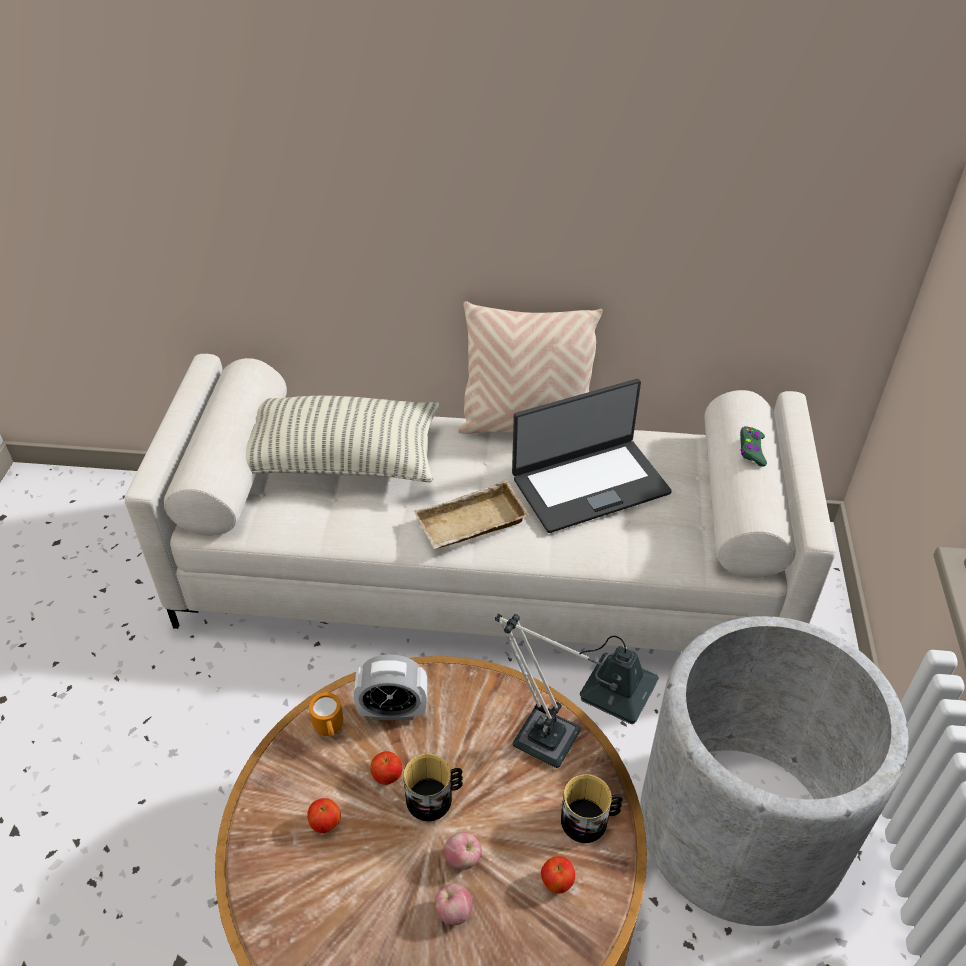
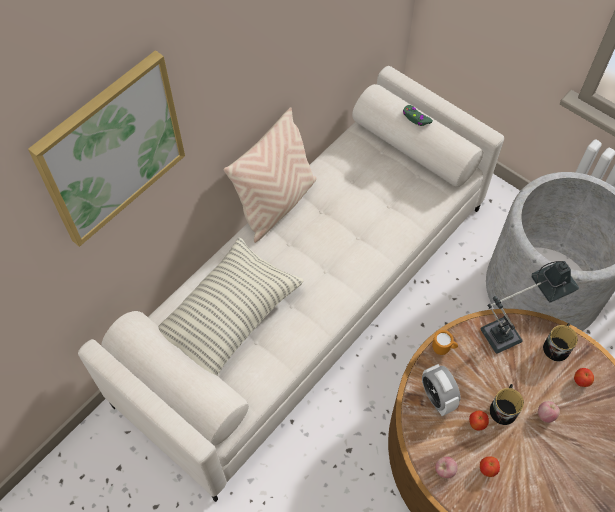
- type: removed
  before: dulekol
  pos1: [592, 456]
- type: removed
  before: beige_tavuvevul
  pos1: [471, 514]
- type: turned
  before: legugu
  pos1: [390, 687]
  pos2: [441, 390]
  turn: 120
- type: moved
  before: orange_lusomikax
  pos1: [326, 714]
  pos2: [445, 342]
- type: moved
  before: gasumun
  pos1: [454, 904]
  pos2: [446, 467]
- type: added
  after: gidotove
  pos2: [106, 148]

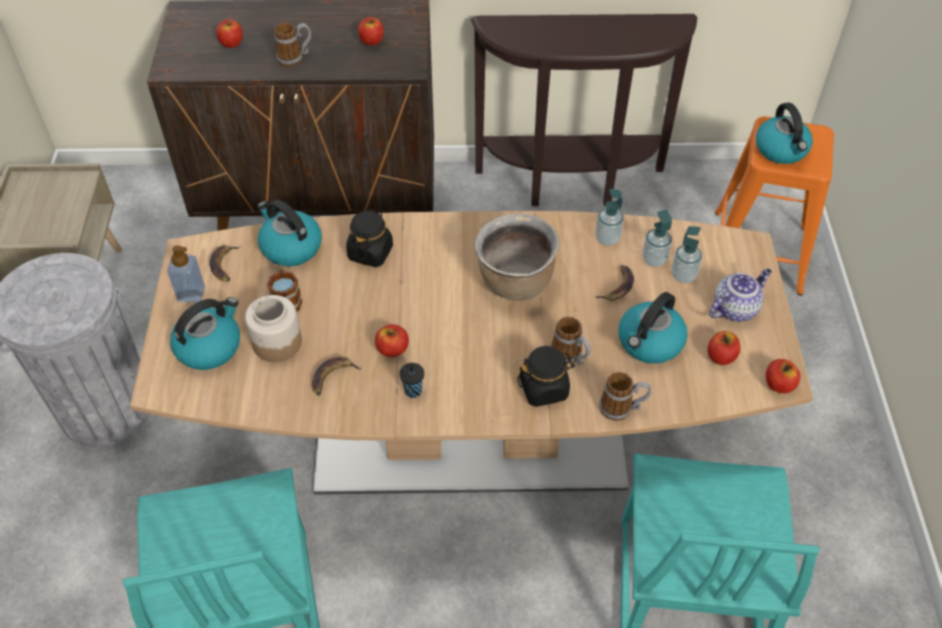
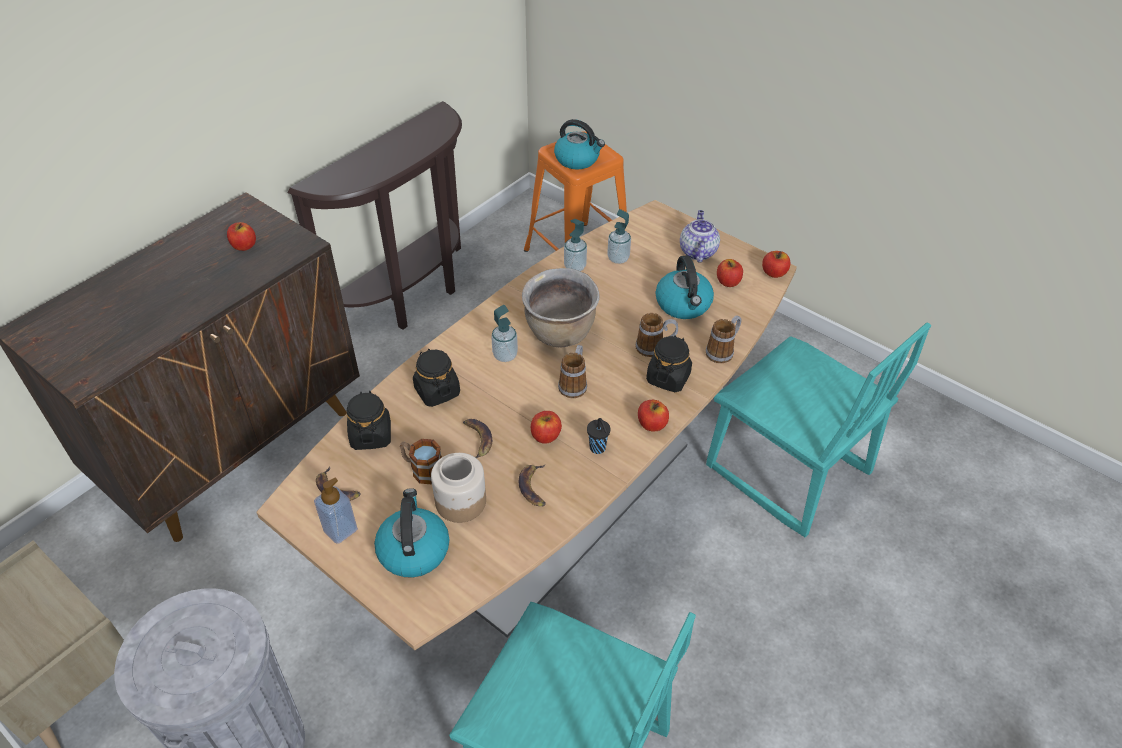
- type: moved
  before: gasumun
  pos1: [229, 33]
  pos2: [653, 415]
- type: moved
  before: lusomikax
  pos1: [292, 44]
  pos2: [572, 371]
- type: replaced
  before: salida
  after: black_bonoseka
  pos1: [289, 233]
  pos2: [368, 420]
- type: moved
  before: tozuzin
  pos1: [686, 254]
  pos2: [504, 333]
- type: moved
  before: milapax
  pos1: [614, 283]
  pos2: [477, 438]

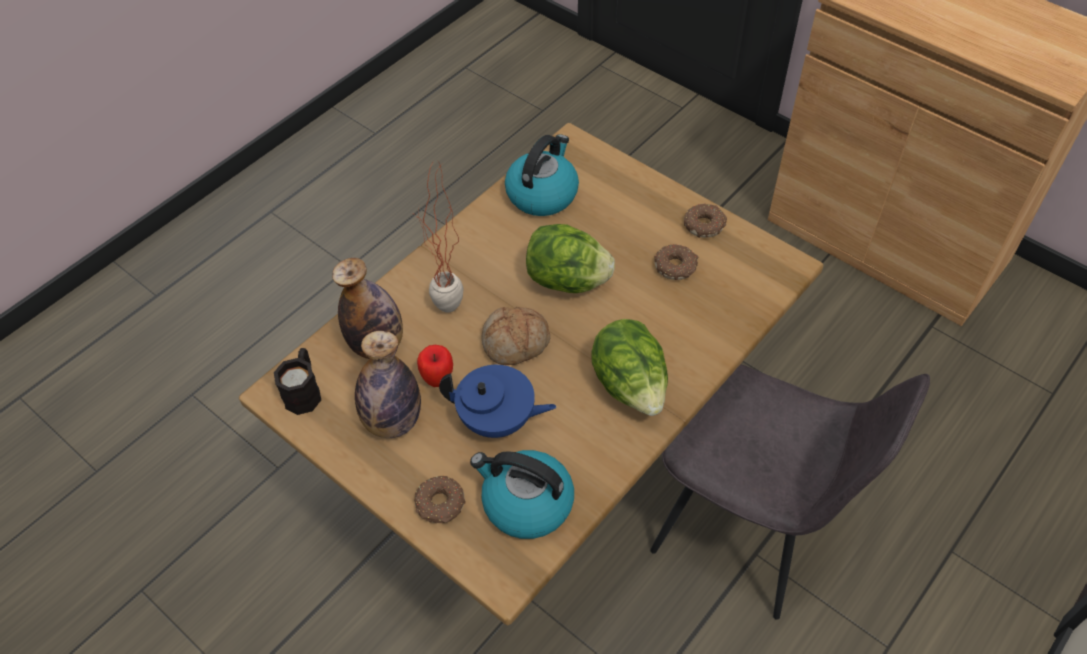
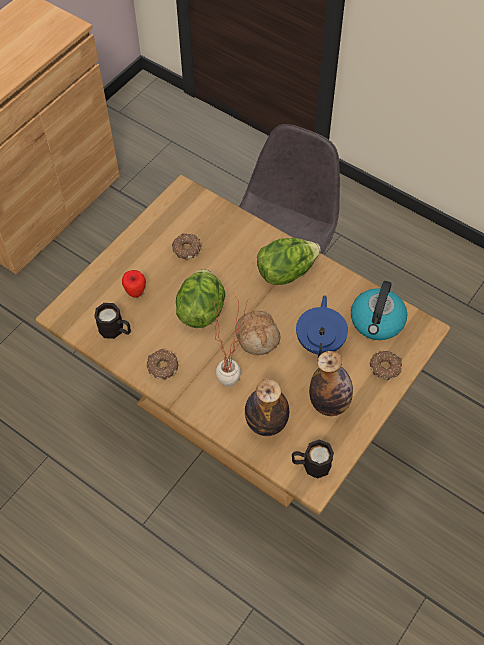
- type: replaced
  before: salida
  after: black_lusomikax
  pos1: [542, 175]
  pos2: [112, 321]
- type: moved
  before: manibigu
  pos1: [705, 220]
  pos2: [162, 364]
- type: moved
  before: gasumun
  pos1: [435, 366]
  pos2: [134, 284]

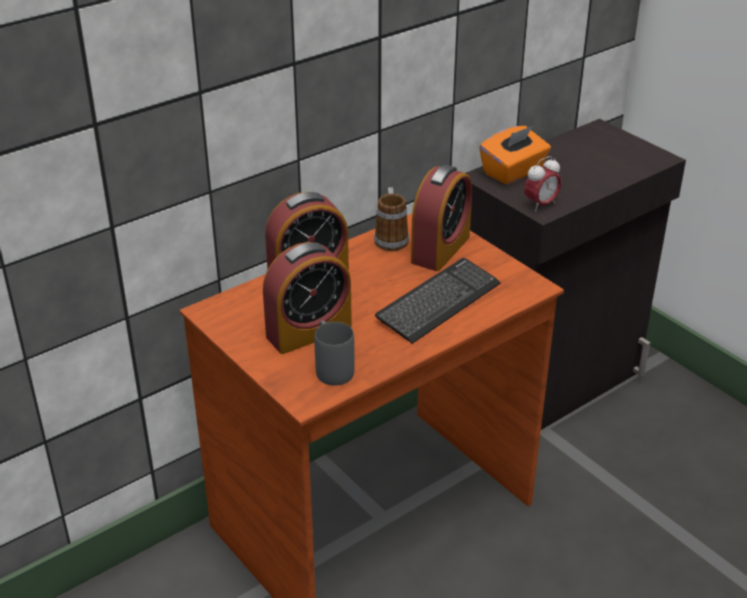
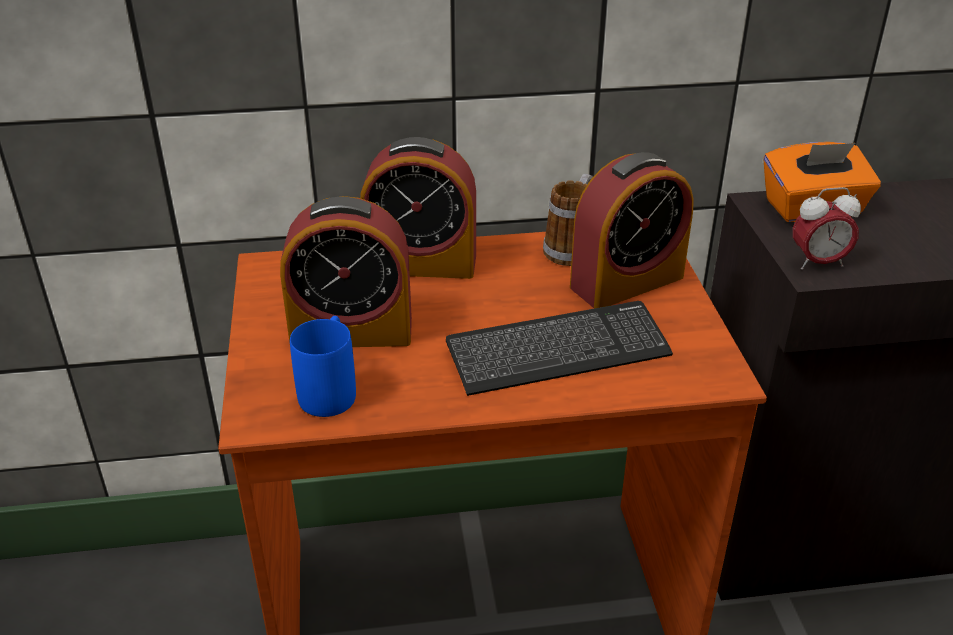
- type: recoloured
  before: grey_lusomikax
  after: blue_lusomikax
  pos1: [335, 353]
  pos2: [323, 366]

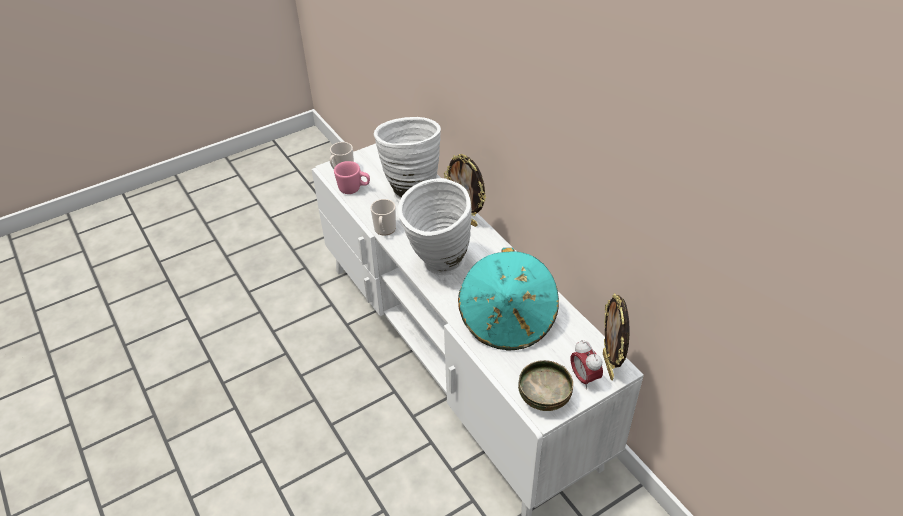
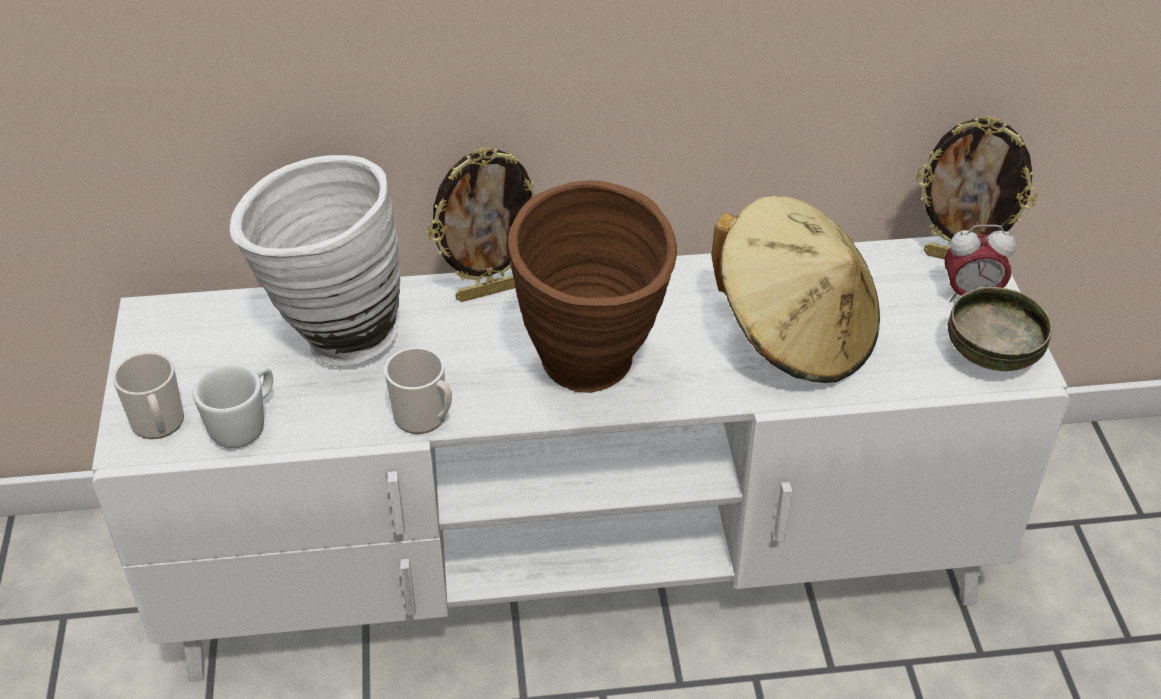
- type: recoloured
  before: pink_lusomikax
  after: white_lusomikax
  pos1: [352, 177]
  pos2: [233, 406]
- type: recoloured
  before: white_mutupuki
  after: brown_mutupuki
  pos1: [435, 226]
  pos2: [592, 286]
- type: recoloured
  before: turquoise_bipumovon
  after: beige_bipumovon
  pos1: [508, 299]
  pos2: [795, 289]

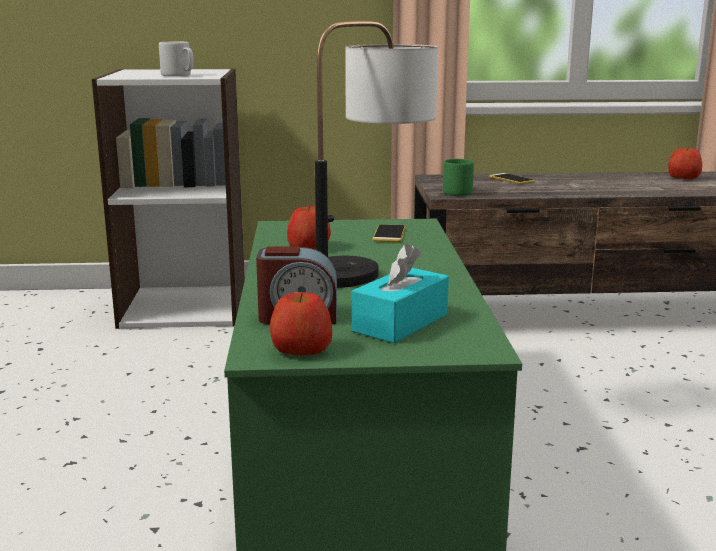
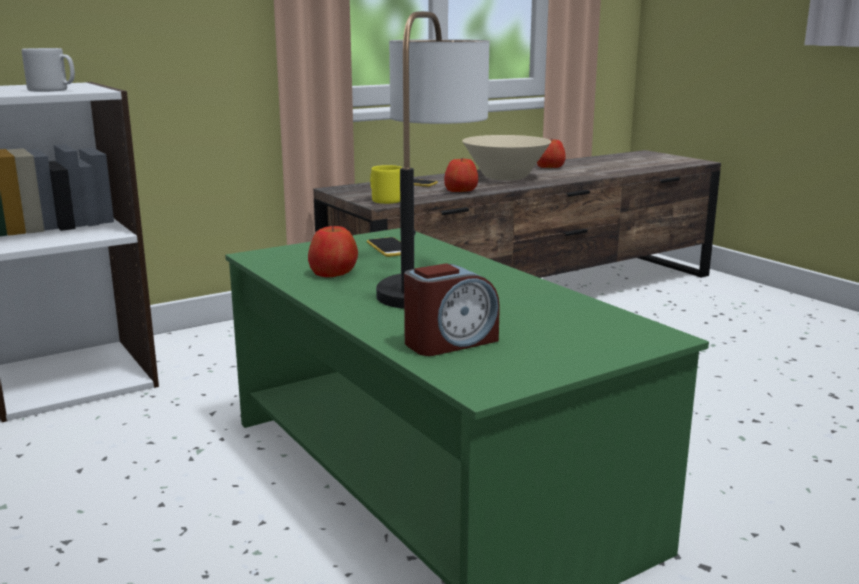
- type: recoloured
  before: green_lusomikax
  after: yellow_lusomikax
  pos1: [458, 177]
  pos2: [386, 184]
- type: removed
  before: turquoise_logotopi
  pos1: [400, 293]
- type: moved
  before: gasumun
  pos1: [301, 323]
  pos2: [461, 175]
- type: added
  after: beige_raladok
  pos2: [506, 157]

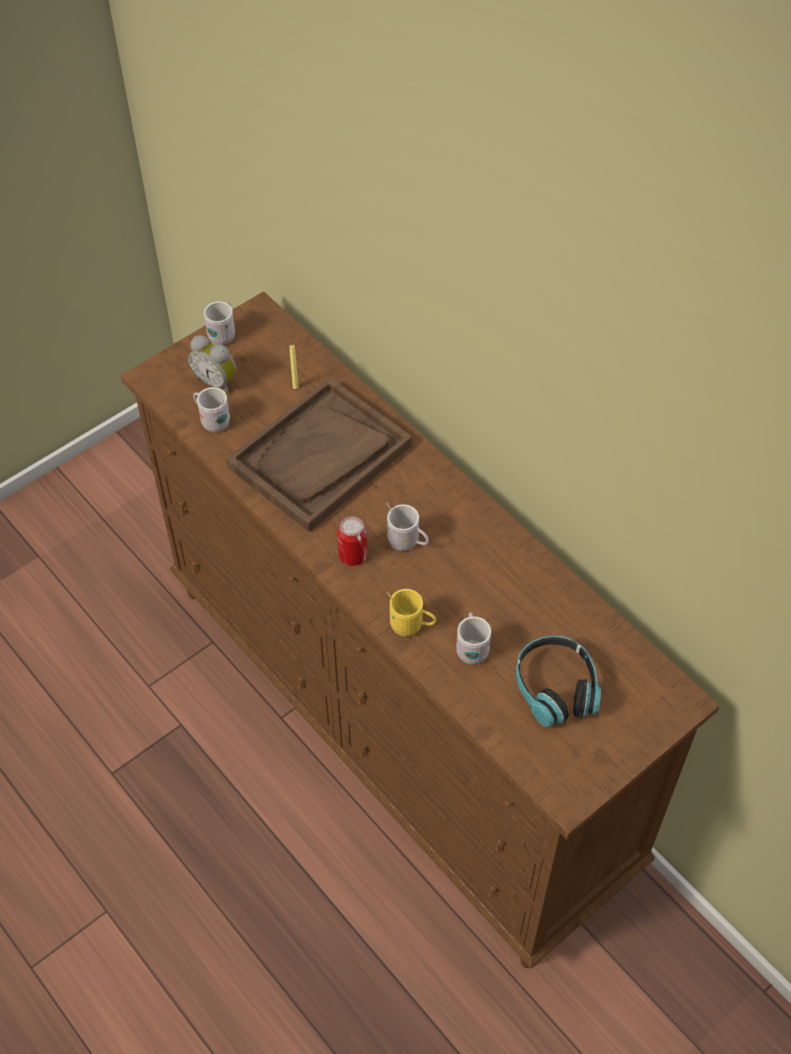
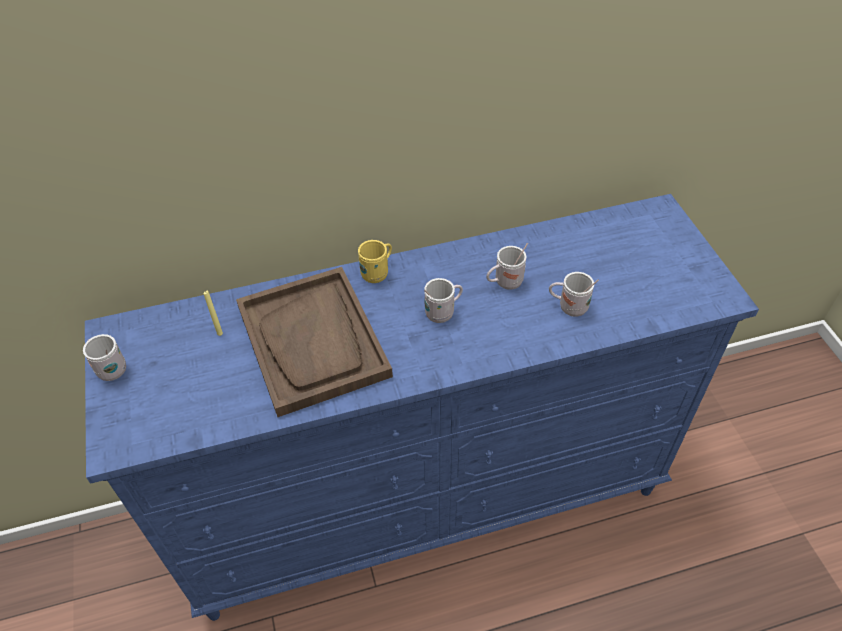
- type: recoloured
  before: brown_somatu
  after: blue_somatu
  pos1: [420, 630]
  pos2: [422, 407]
- type: removed
  before: legugu
  pos1: [212, 364]
- type: moved
  before: white_lusomikax
  pos1: [211, 409]
  pos2: [507, 266]
- type: removed
  before: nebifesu
  pos1: [352, 541]
- type: moved
  before: yellow_lusomikax
  pos1: [411, 612]
  pos2: [375, 261]
- type: removed
  before: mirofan
  pos1: [558, 681]

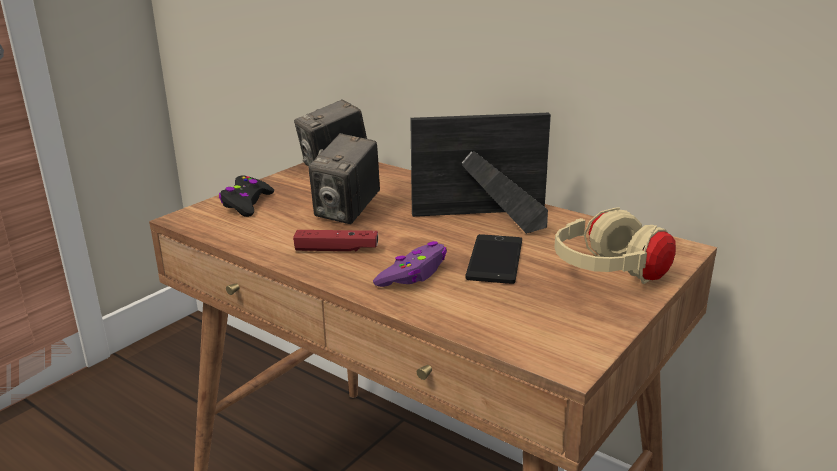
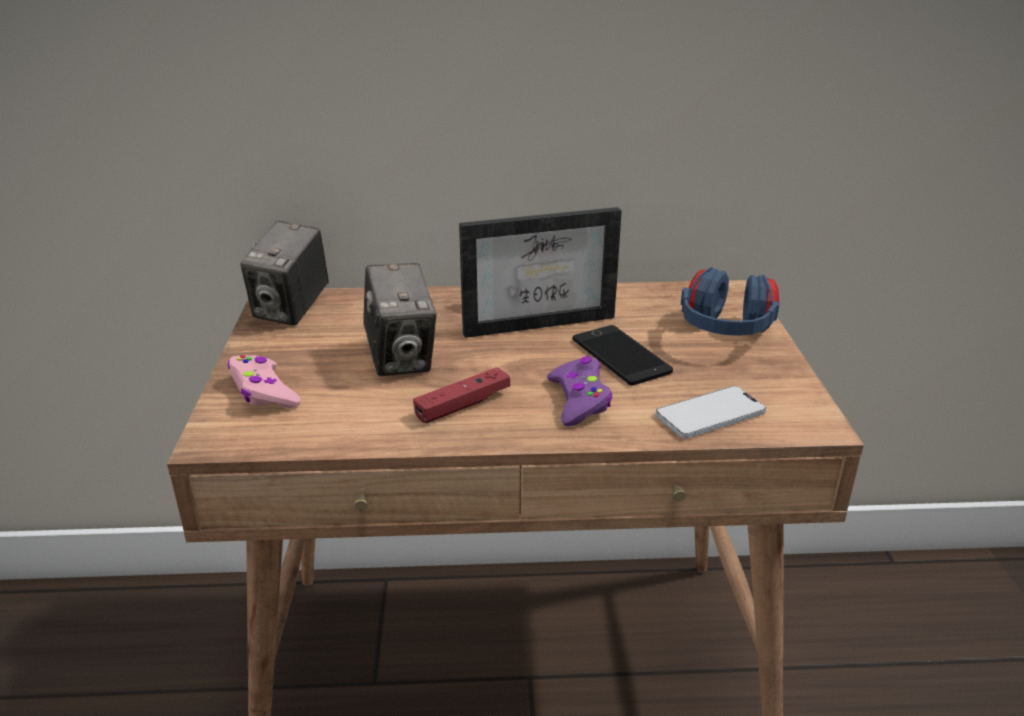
- type: turned
  before: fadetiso
  pos1: [480, 173]
  pos2: [540, 272]
  turn: -150
- type: recoloured
  before: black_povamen
  after: pink_povamen
  pos1: [246, 196]
  pos2: [264, 381]
- type: recoloured
  before: beige_mirofan
  after: blue_mirofan
  pos1: [615, 246]
  pos2: [730, 301]
- type: added
  after: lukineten
  pos2: [710, 412]

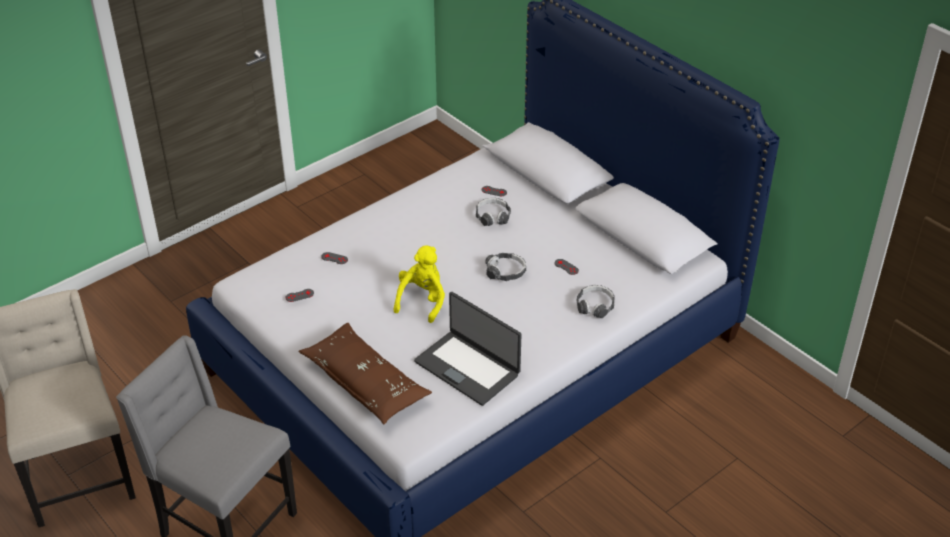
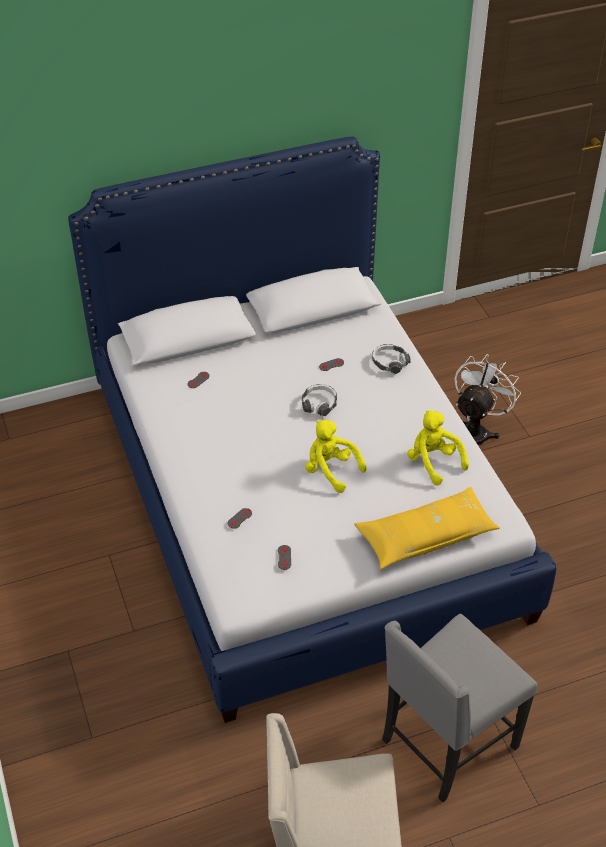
- type: removed
  before: mirofan
  pos1: [493, 212]
- type: replaced
  before: dulekol
  after: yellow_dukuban
  pos1: [467, 349]
  pos2: [438, 447]
- type: recoloured
  before: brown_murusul
  after: yellow_murusul
  pos1: [365, 373]
  pos2: [427, 528]
- type: added
  after: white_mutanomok
  pos2: [487, 399]

